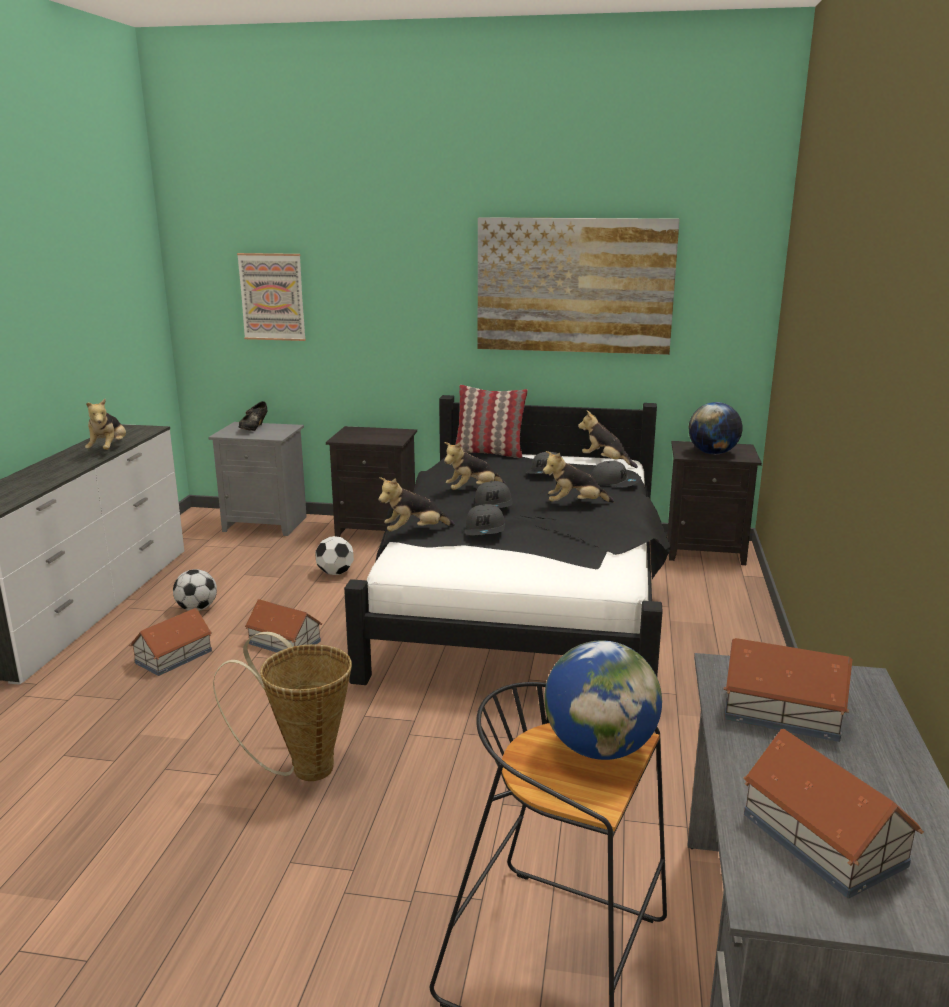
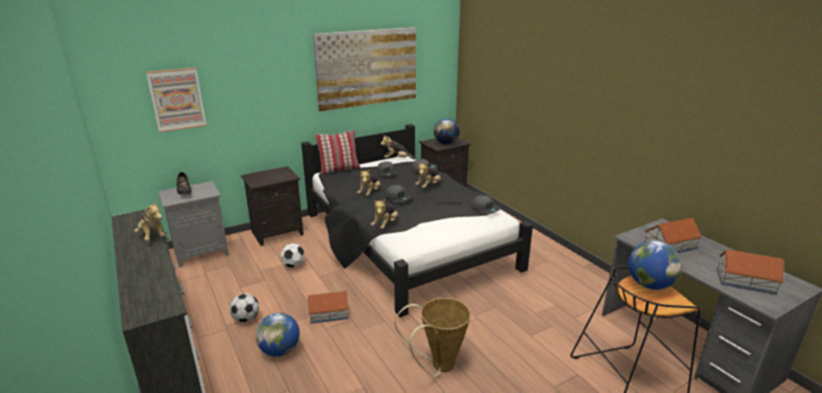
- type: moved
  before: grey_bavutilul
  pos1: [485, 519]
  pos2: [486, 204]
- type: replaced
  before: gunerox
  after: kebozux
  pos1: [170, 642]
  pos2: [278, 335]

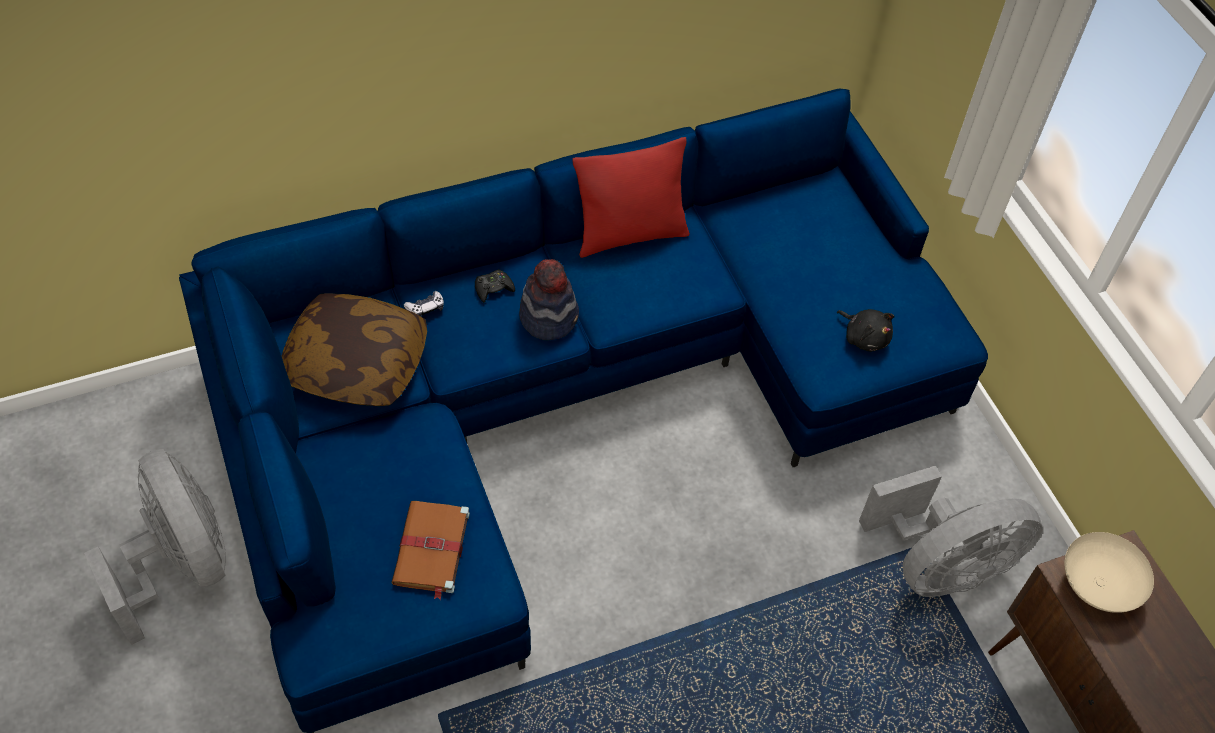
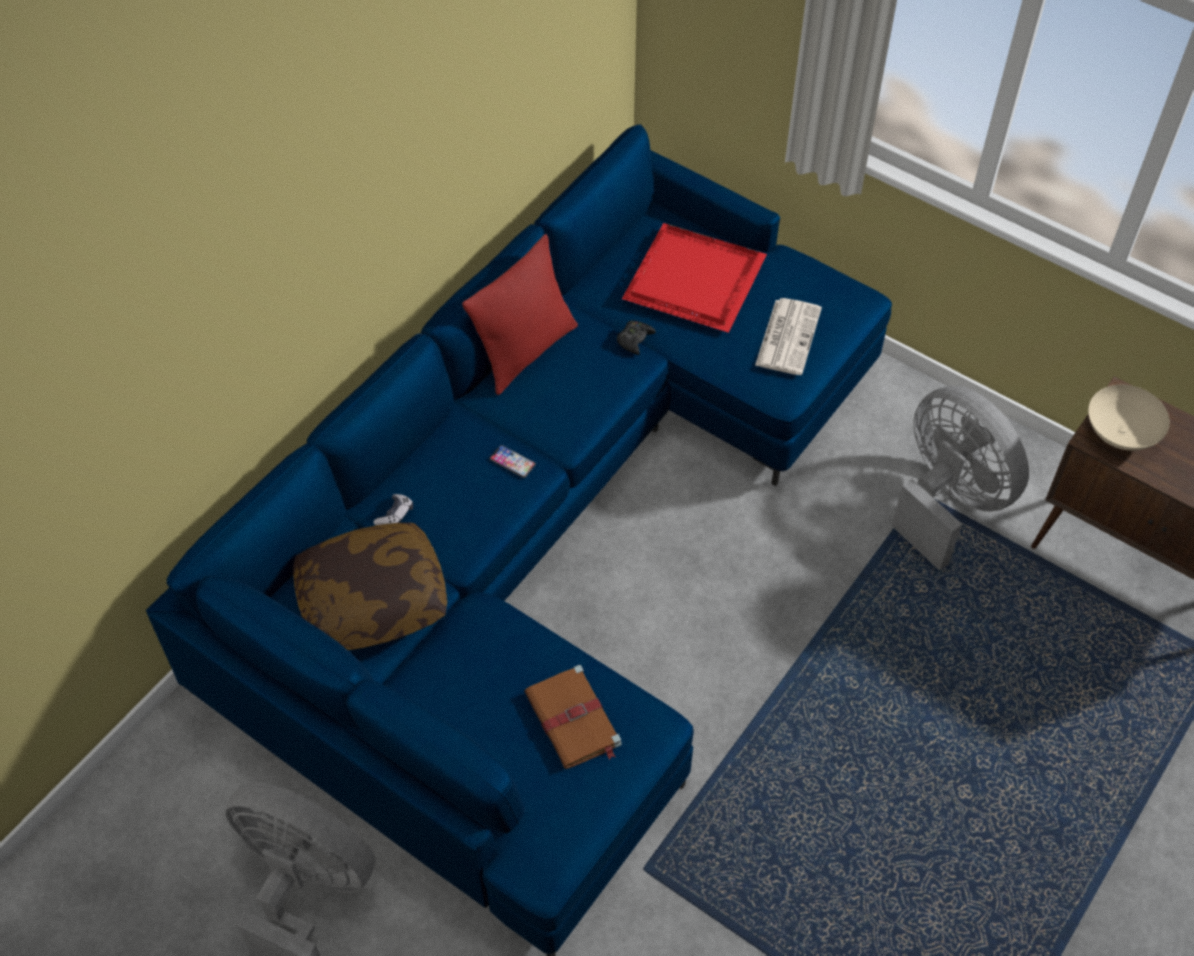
- type: replaced
  before: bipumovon
  after: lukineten
  pos1: [549, 299]
  pos2: [513, 461]
- type: moved
  before: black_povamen
  pos1: [495, 286]
  pos2: [636, 337]
- type: replaced
  before: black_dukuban
  after: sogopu
  pos1: [866, 330]
  pos2: [788, 336]
- type: turned
  before: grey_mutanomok
  pos1: [951, 531]
  pos2: [960, 478]
  turn: -75
- type: added
  after: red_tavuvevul
  pos2: [694, 278]

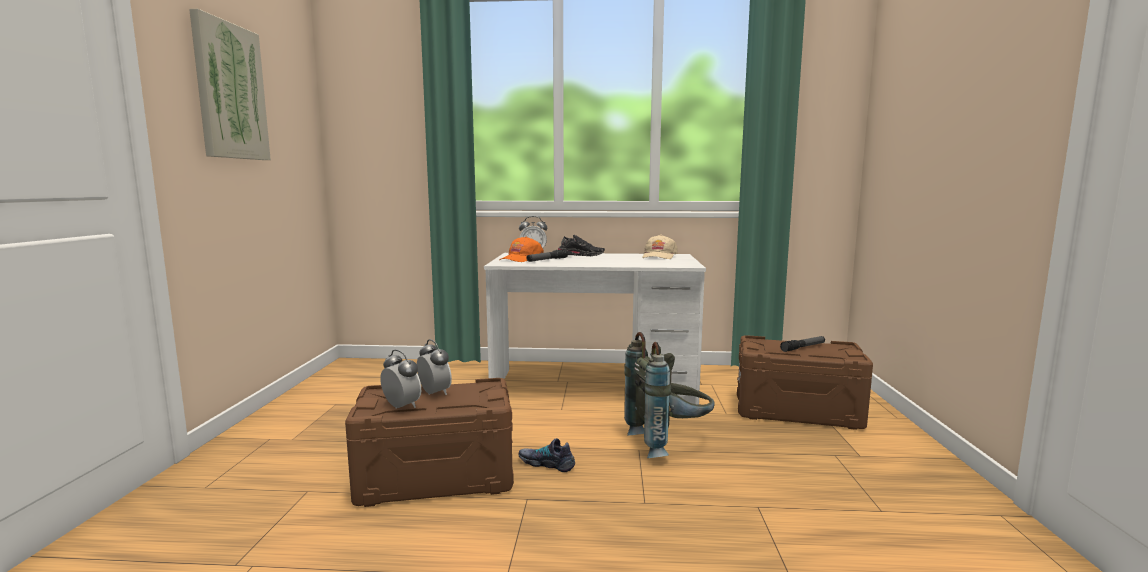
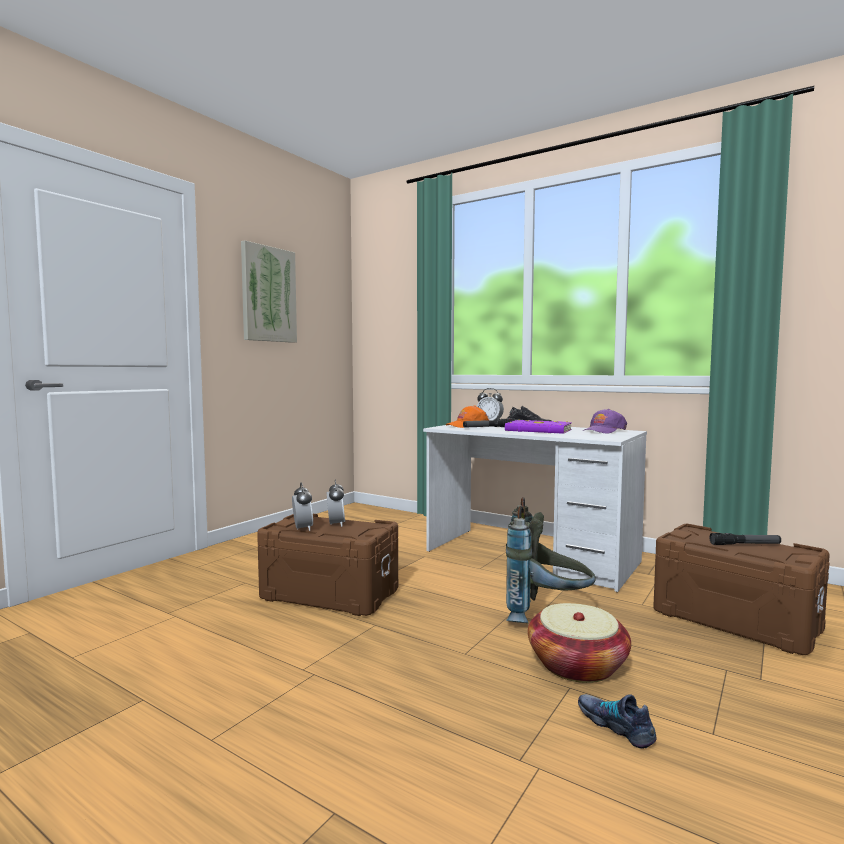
- type: recoloured
  before: beige_bavutilul
  after: purple_bavutilul
  pos1: [660, 247]
  pos2: [604, 421]
- type: moved
  before: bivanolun
  pos1: [546, 455]
  pos2: [617, 721]
- type: added
  after: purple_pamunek
  pos2: [538, 427]
- type: added
  after: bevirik
  pos2: [579, 643]

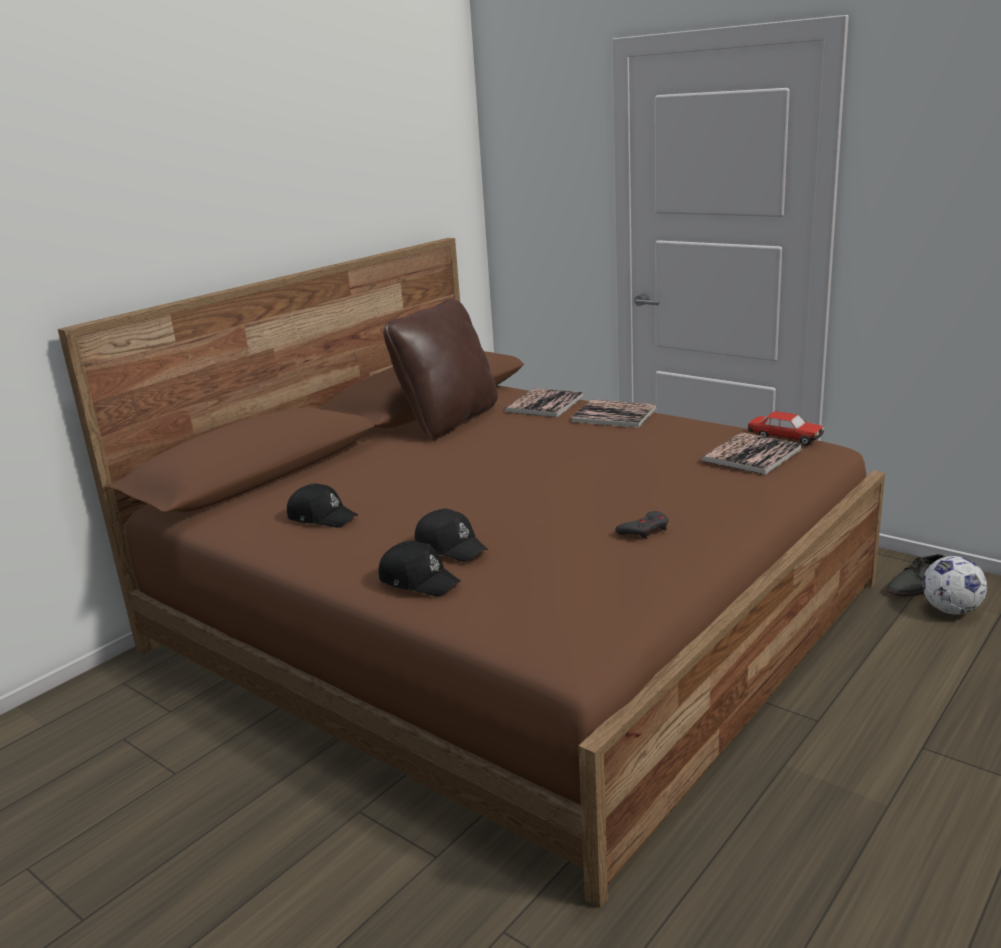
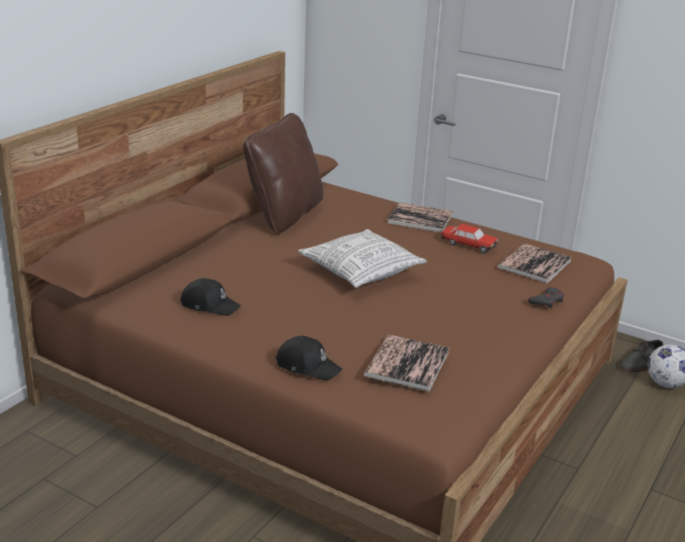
- type: moved
  before: pamunek
  pos1: [544, 402]
  pos2: [406, 363]
- type: moved
  before: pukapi
  pos1: [786, 428]
  pos2: [469, 238]
- type: removed
  before: black_bavutilul
  pos1: [451, 535]
- type: moved
  before: grey_povamen
  pos1: [642, 525]
  pos2: [546, 297]
- type: added
  after: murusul
  pos2: [362, 258]

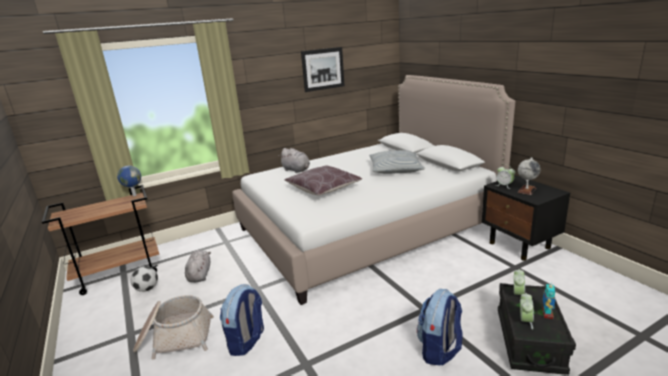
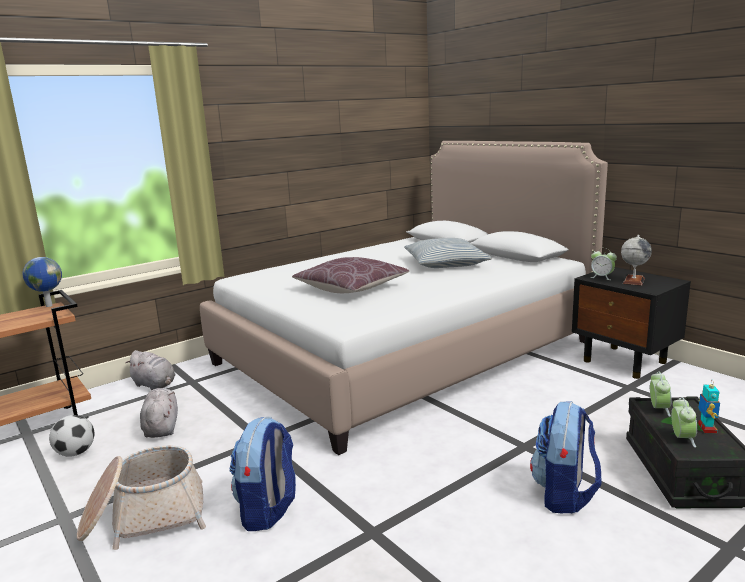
- type: removed
  before: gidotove
  pos1: [323, 69]
- type: moved
  before: grey_dukuban
  pos1: [294, 160]
  pos2: [150, 370]

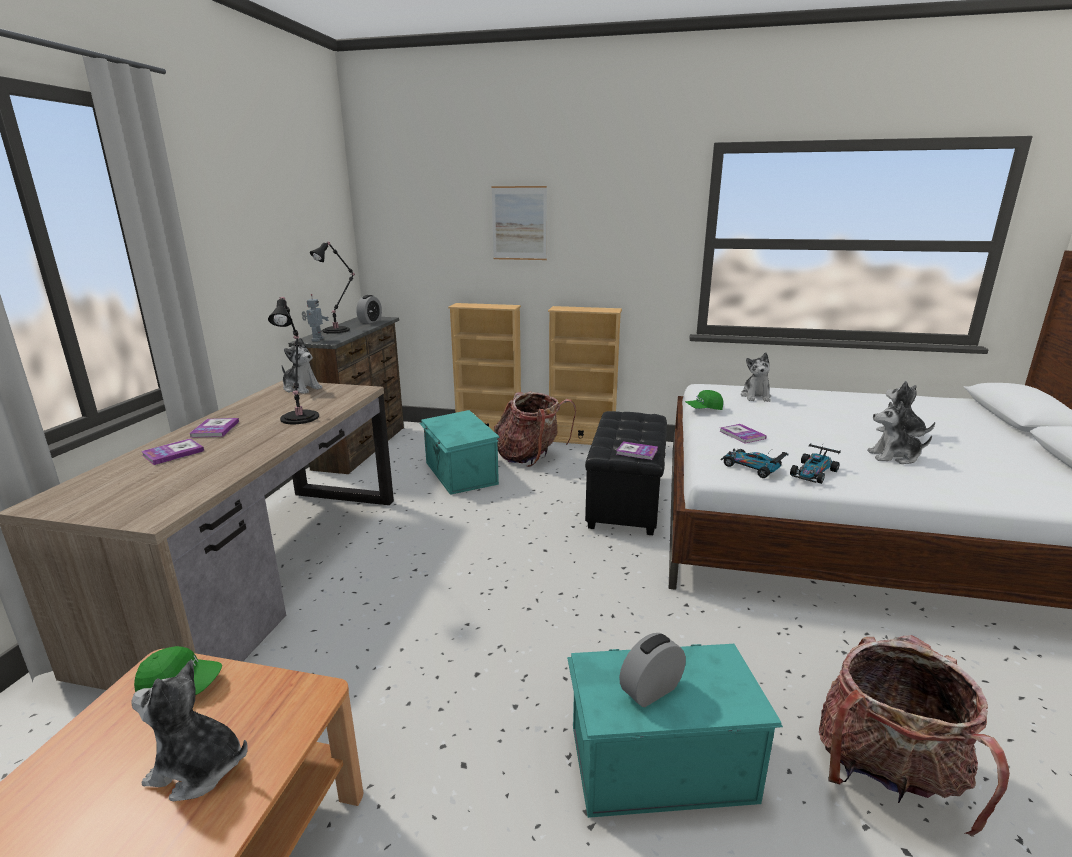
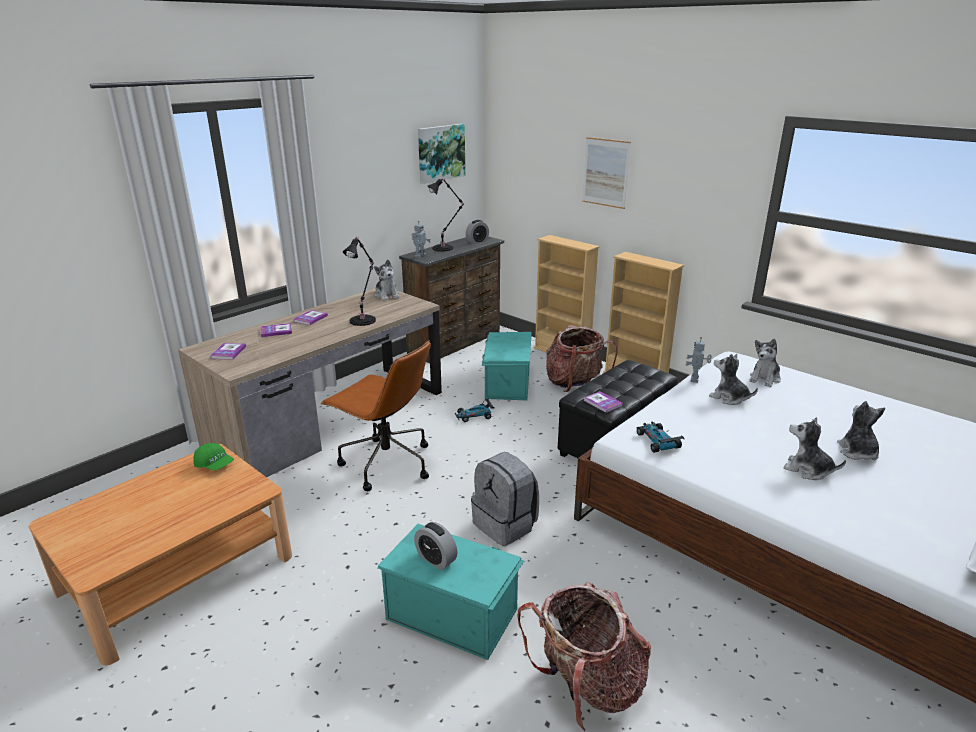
- type: replaced
  before: green_bavutilul
  after: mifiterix
  pos1: [704, 400]
  pos2: [699, 360]
- type: moved
  before: pamunek
  pos1: [743, 434]
  pos2: [228, 351]
- type: moved
  before: pukapi
  pos1: [815, 463]
  pos2: [474, 410]
- type: turned
  before: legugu
  pos1: [652, 670]
  pos2: [435, 546]
  turn: -135
- type: moved
  before: dukuban
  pos1: [190, 730]
  pos2: [733, 379]
- type: added
  after: gidotove
  pos2: [441, 154]
- type: added
  after: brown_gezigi
  pos2: [376, 415]
- type: added
  after: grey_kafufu
  pos2: [505, 499]

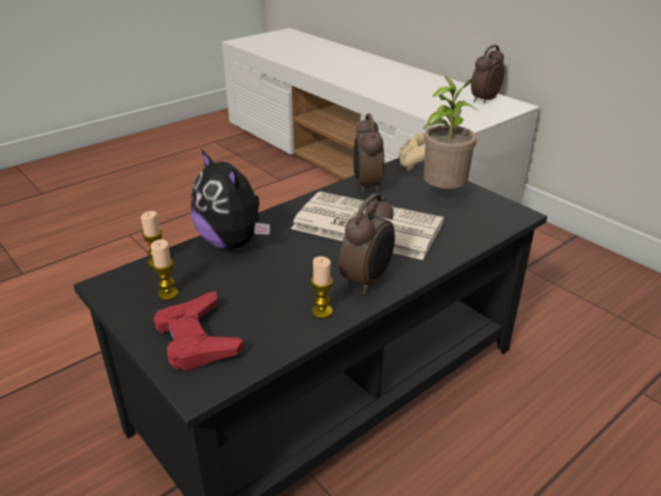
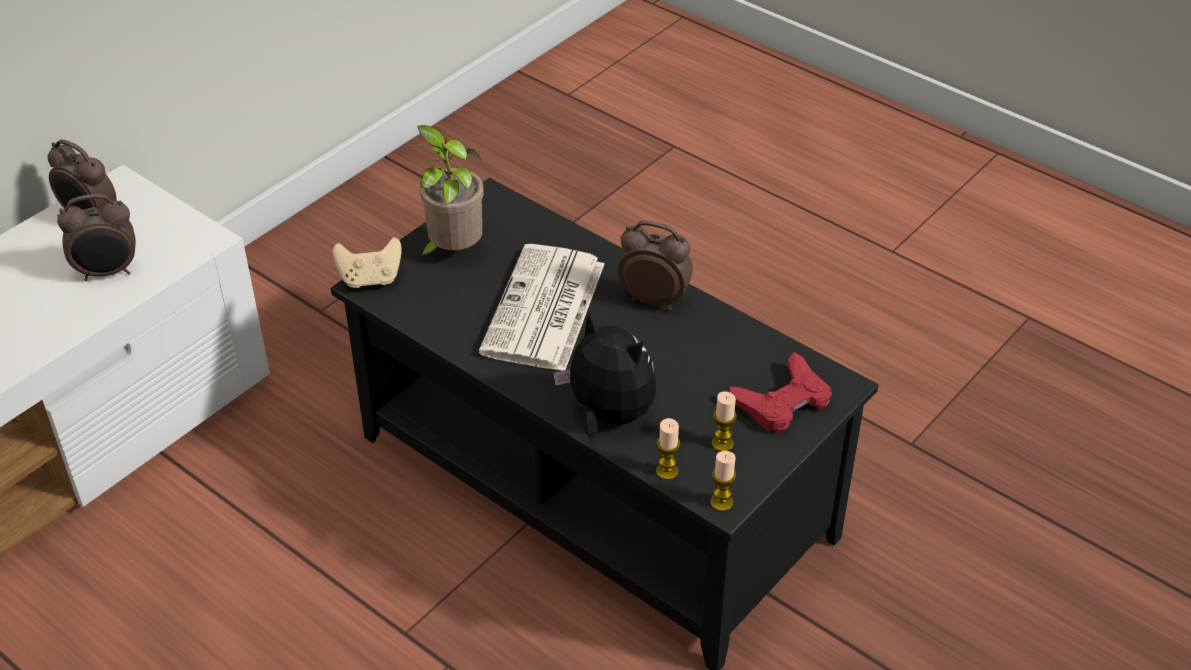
- type: moved
  before: legugu
  pos1: [368, 153]
  pos2: [96, 237]
- type: turned
  before: dukuban
  pos1: [230, 199]
  pos2: [605, 374]
  turn: -90
- type: moved
  before: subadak
  pos1: [322, 287]
  pos2: [723, 481]

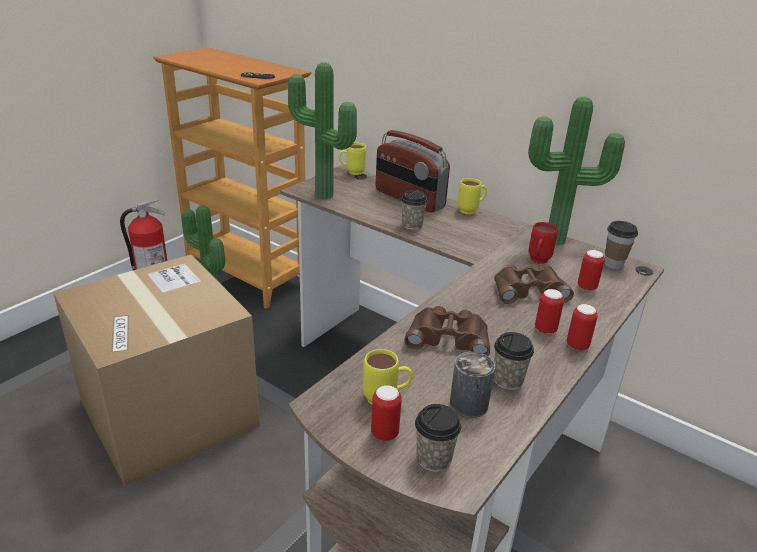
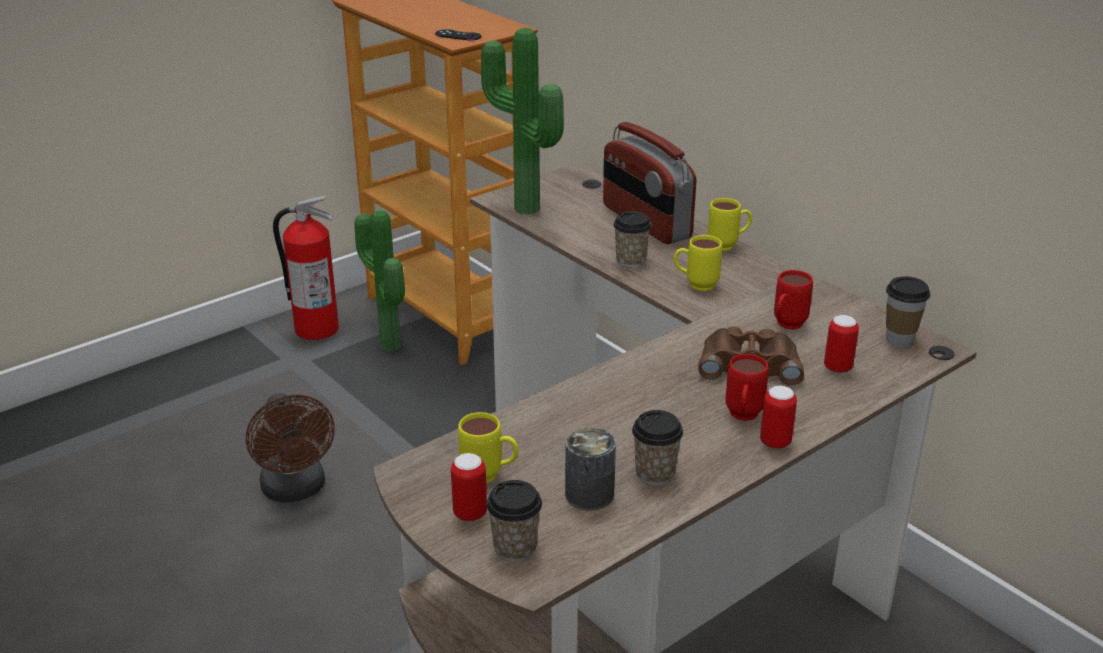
- type: removed
  before: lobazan
  pos1: [576, 171]
- type: moved
  before: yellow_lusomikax
  pos1: [352, 158]
  pos2: [698, 263]
- type: replaced
  before: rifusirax
  after: brown_mutanomok
  pos1: [156, 370]
  pos2: [290, 448]
- type: replaced
  before: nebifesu
  after: red_lusomikax
  pos1: [549, 311]
  pos2: [747, 387]
- type: removed
  before: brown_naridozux
  pos1: [447, 331]

